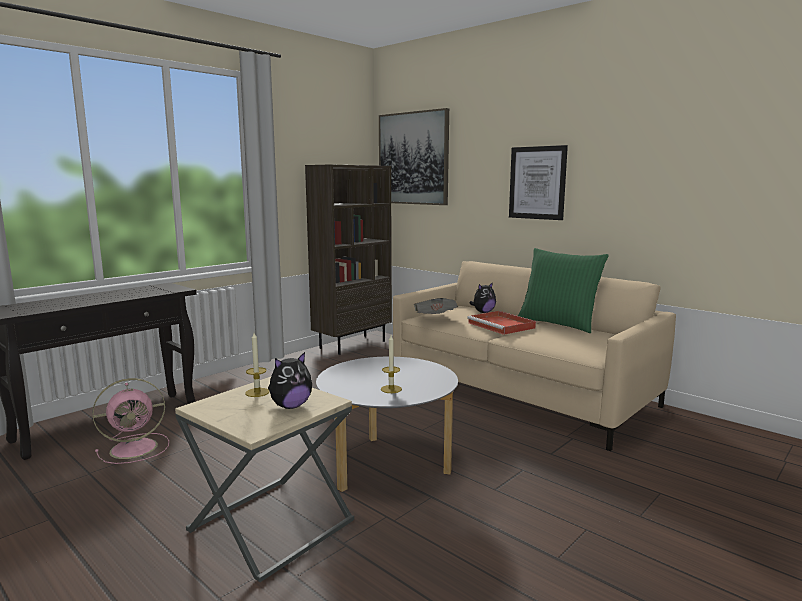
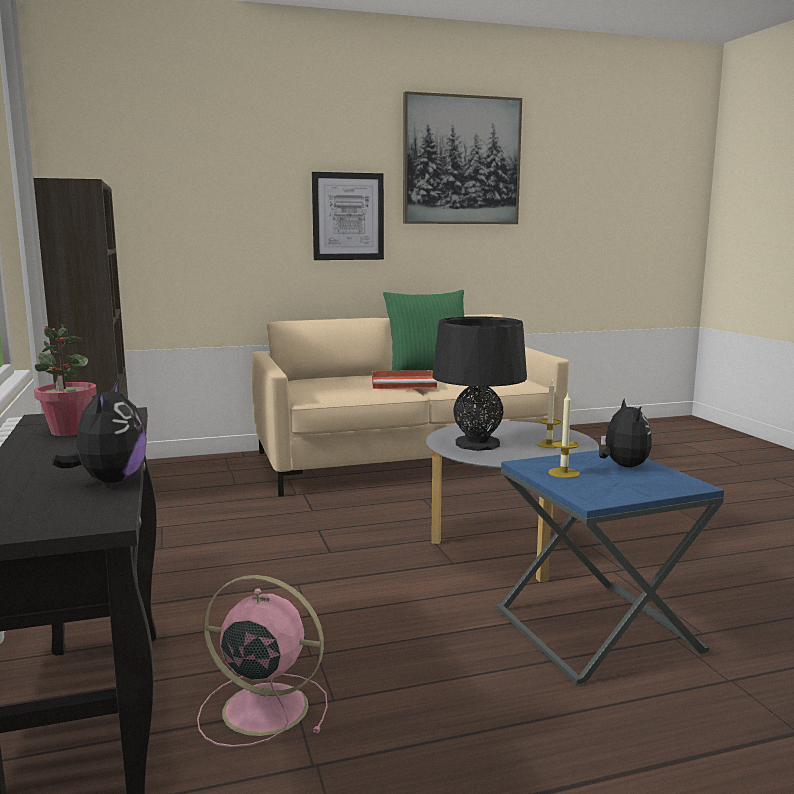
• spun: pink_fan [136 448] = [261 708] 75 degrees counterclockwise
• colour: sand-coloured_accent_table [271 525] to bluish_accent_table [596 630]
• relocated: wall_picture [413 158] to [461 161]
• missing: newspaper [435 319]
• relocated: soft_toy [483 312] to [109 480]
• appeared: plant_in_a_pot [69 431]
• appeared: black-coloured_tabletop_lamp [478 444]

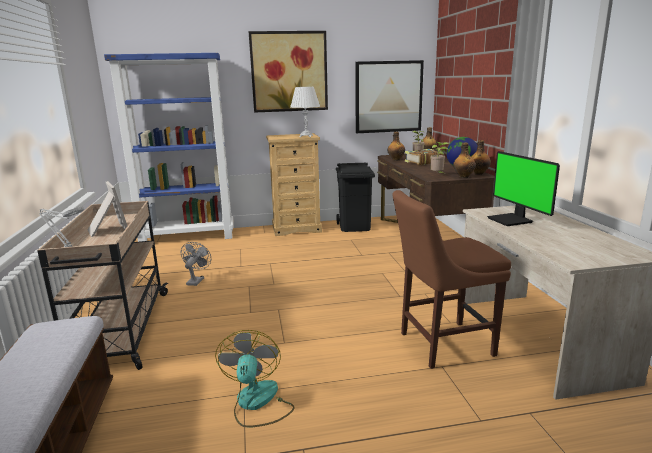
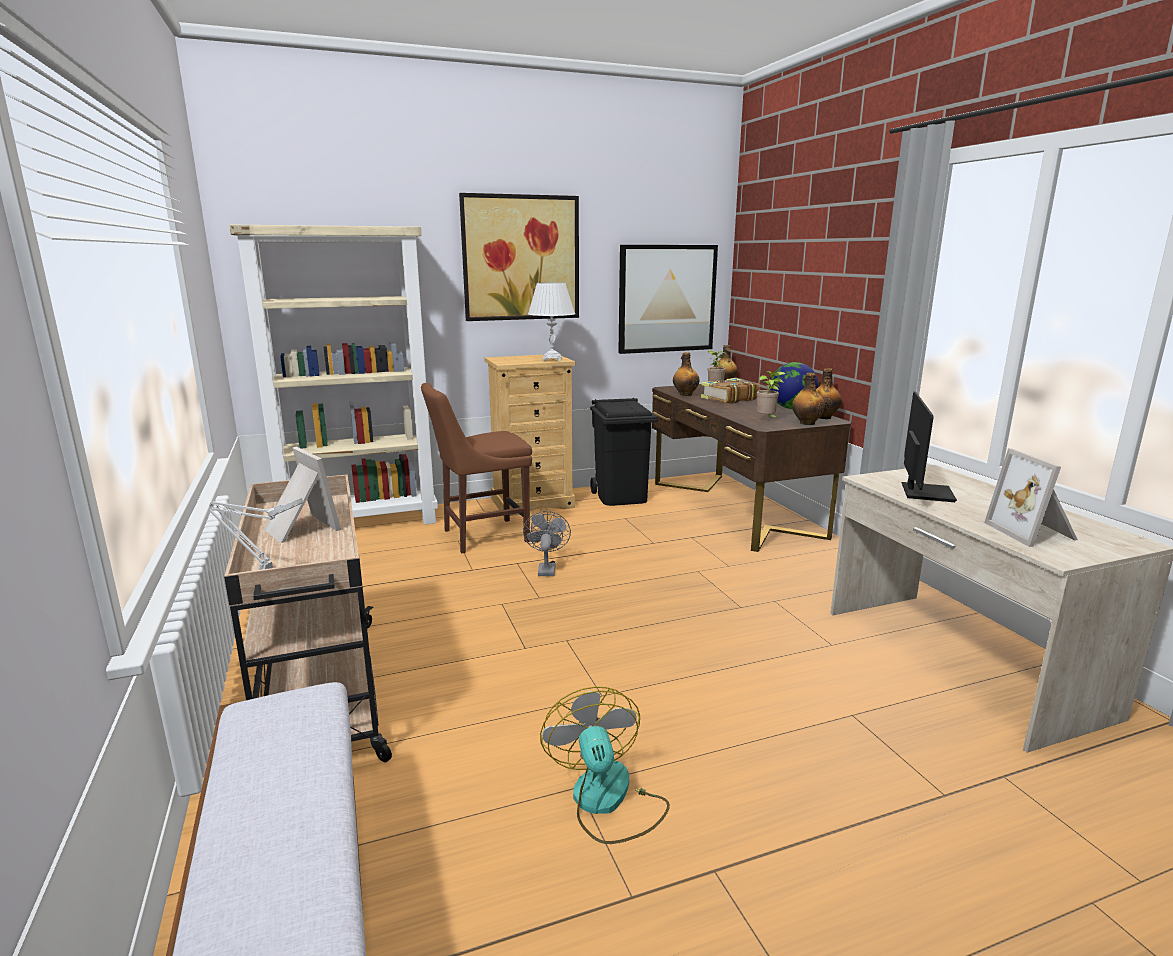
• colour: bluish_shelving_unit [188 237] to sand-coloured_shelving_unit [361 523]
• relocated: greyish_fan [196 280] to [546 568]
• relocated: brownish_plain_chair [441 344] to [481 536]
• spun: computer_display [511 220] = [924 492] 135 degrees counterclockwise
• appeared: picture_frame [1033 532]

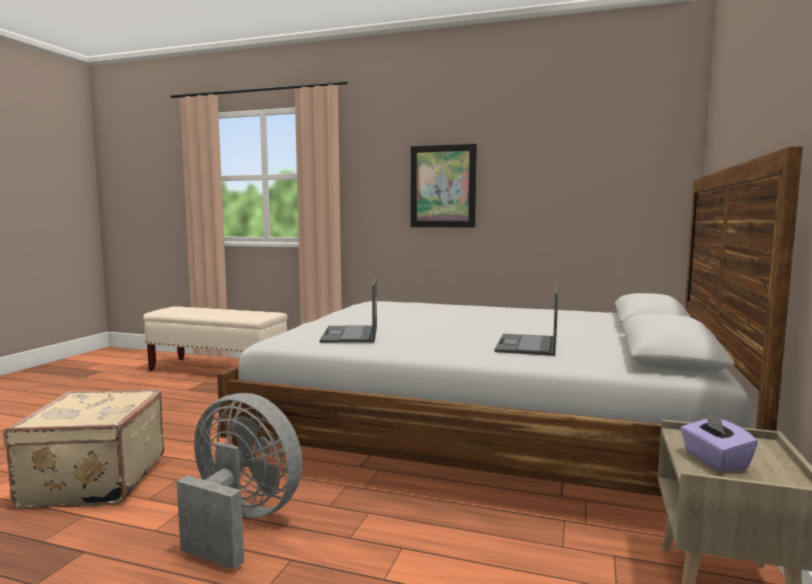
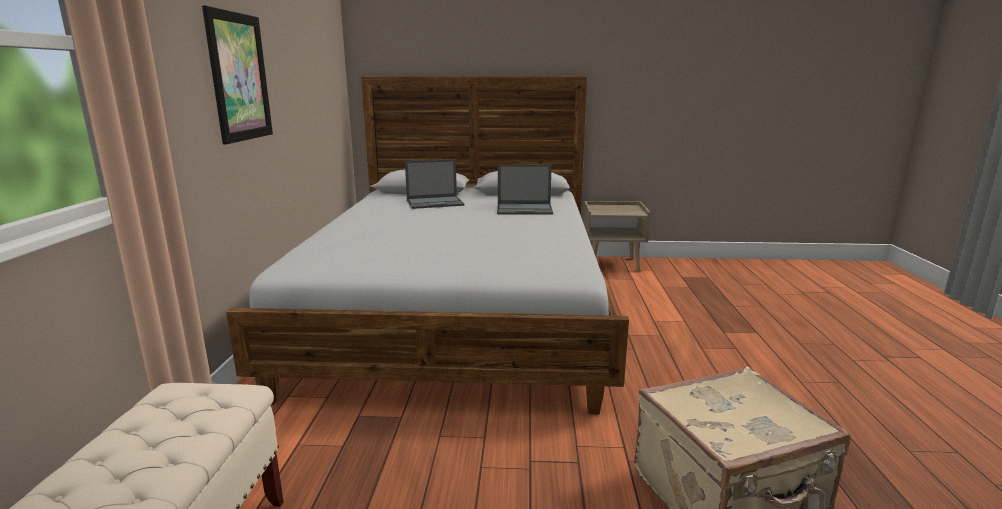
• missing: greyish_fan [241 522]
• relocated: notebook_computer [350 335] to [435 203]
• missing: purplish_tissue_box [714 460]

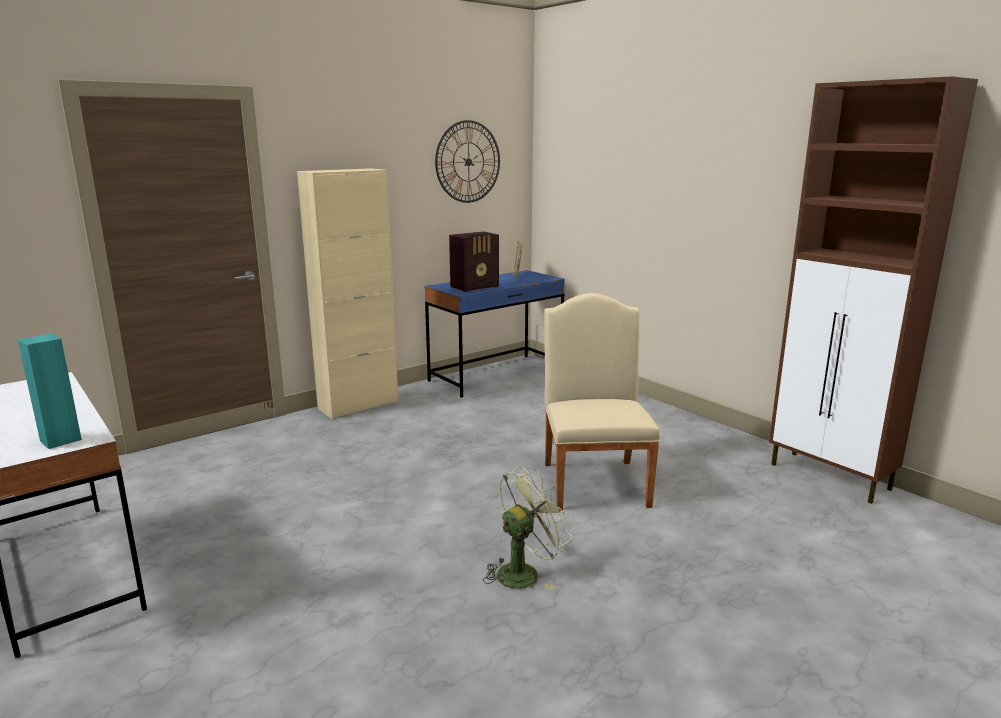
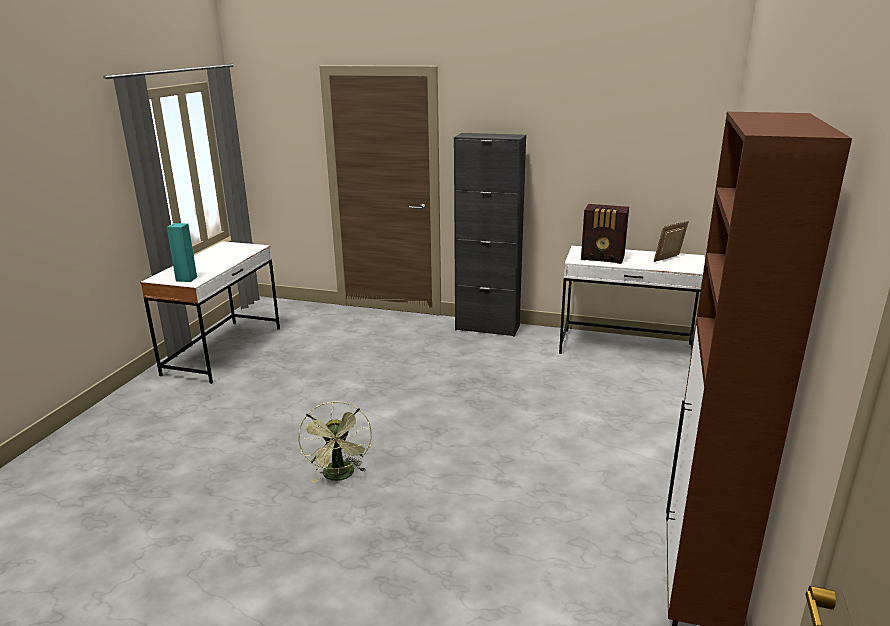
• colour: sand-coloured_cabinet [358 405] to black-coloured_cabinet [487 328]
• colour: bluish_desk_unit [496 375] to white_desk_unit [626 348]
• missing: wall_clock [468 162]
• spun: green-coloured_fan [524 572] = [340 476] 60 degrees clockwise
• missing: sand-coloured_plain_chair [594 480]

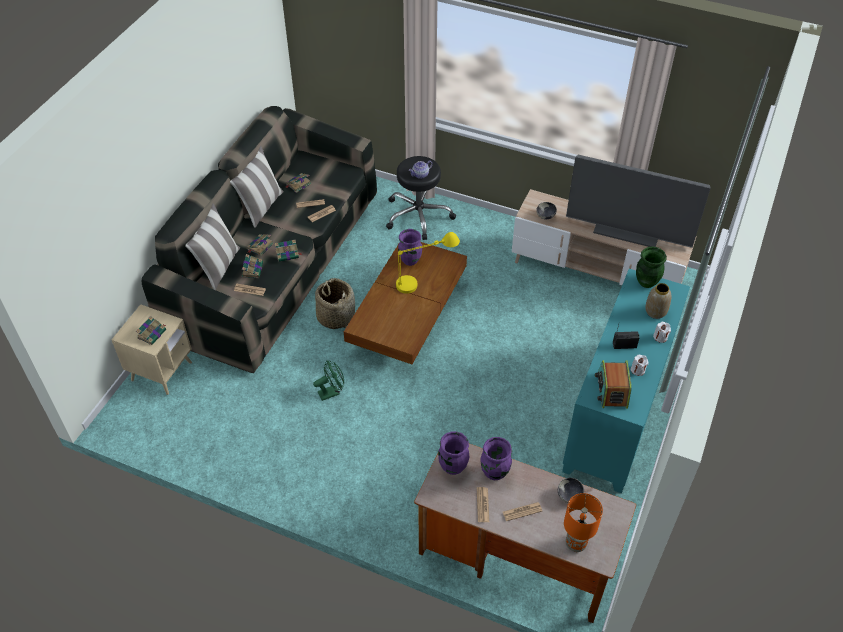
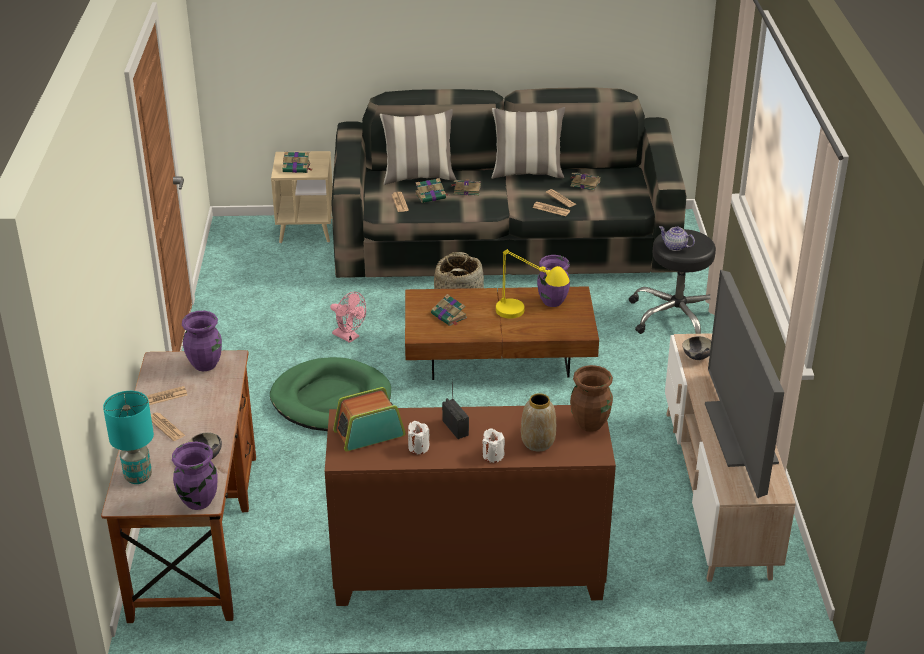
• relocated: book [288 254] to [449 316]
• colour: green-coloured_fan [332 392] to pink_fan [349 337]
• relocated: purplish_flower_vase [495 473] to [198 502]
• colour: turquoise-coloured_cabinet [617 414] to brownish_cabinet [468 572]
• colour: orange-coloured_tabletop_lamp [576 543] to turquoise-coloured_tabletop_lamp [138 477]
• colour: green-coloured_flower_vase [646 282] to brownish_flower_vase [590 424]
• appeared: green-coloured_dog_bed [331 399]

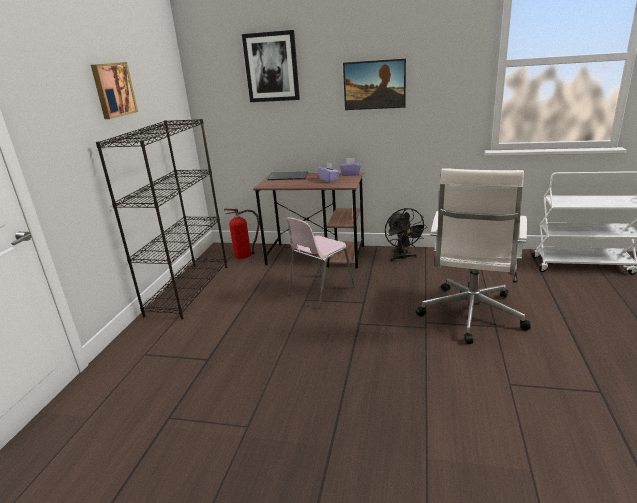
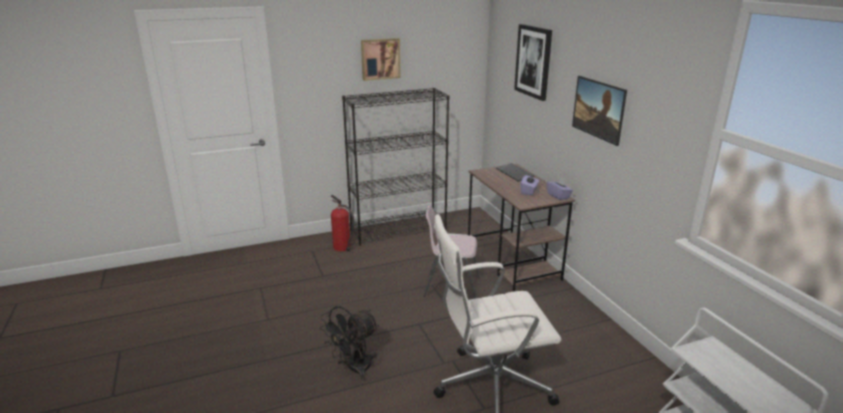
• relocated: extinguisher [244 254] to [343 247]
• relocated: black-coloured_fan [402 258] to [353 369]

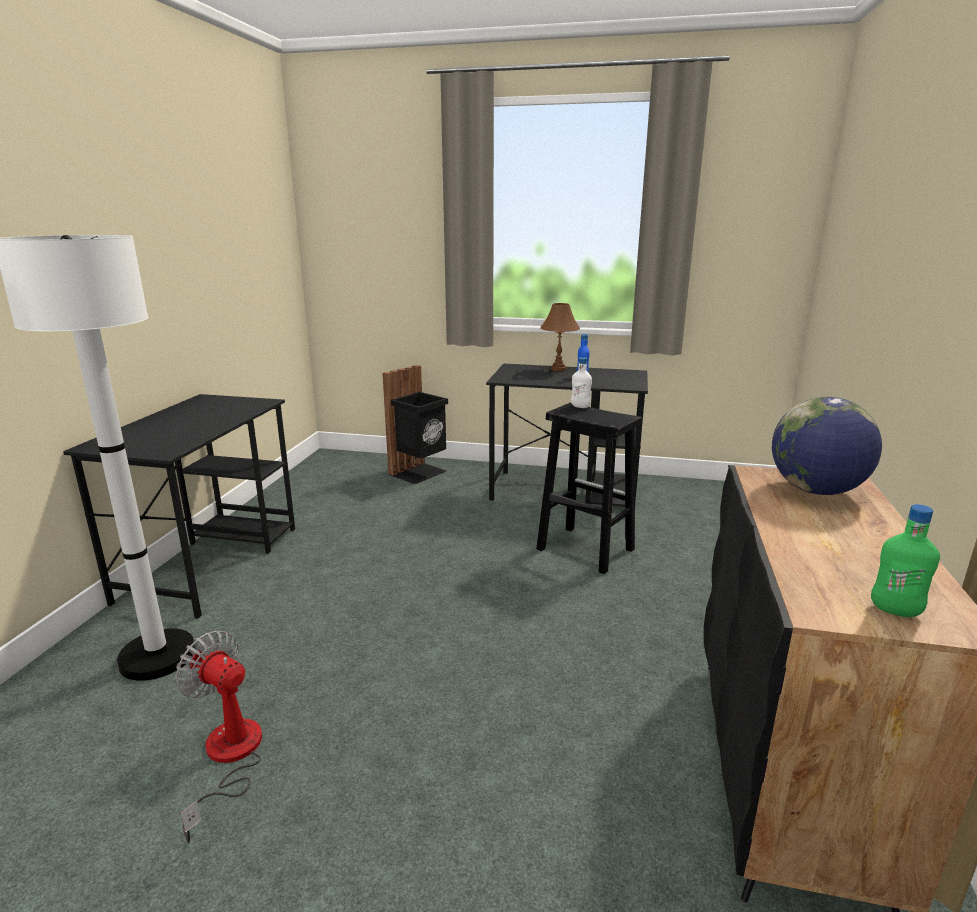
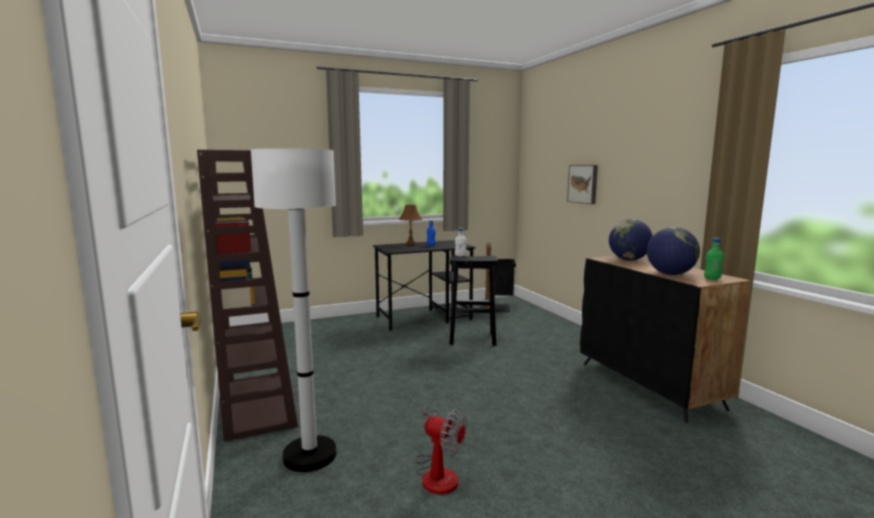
• exchanged: black-coloured_desk_unit [212 562] to brownish_shelving_unit [257 404]
• spun: fan [228 758] = [437 473] 150 degrees counterclockwise
• relocated: black-coloured_waste_bin [420 473] to [499 308]
• appeared: wall_picture [583 184]
• appeared: world_globe [670 274]

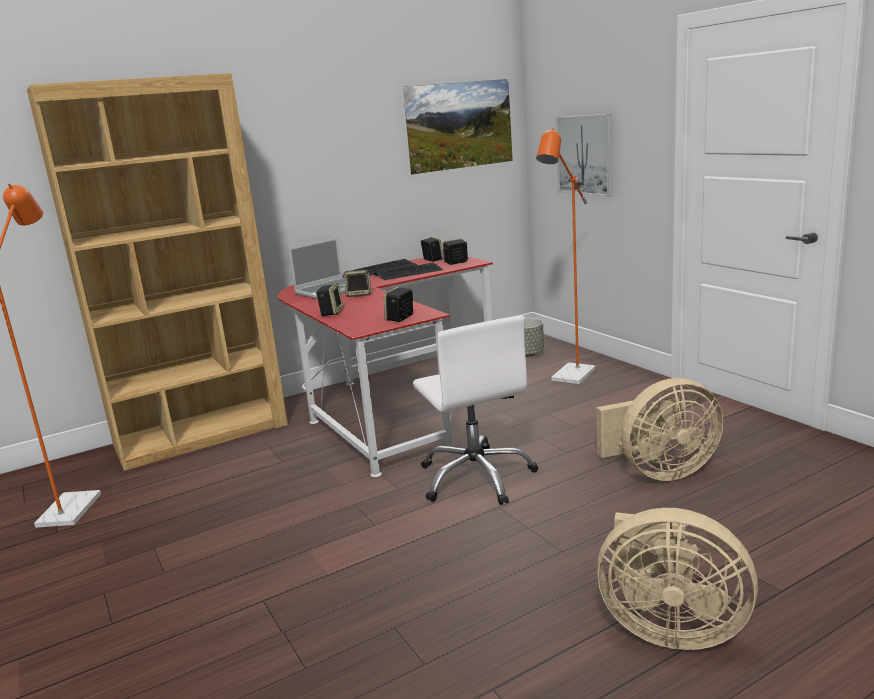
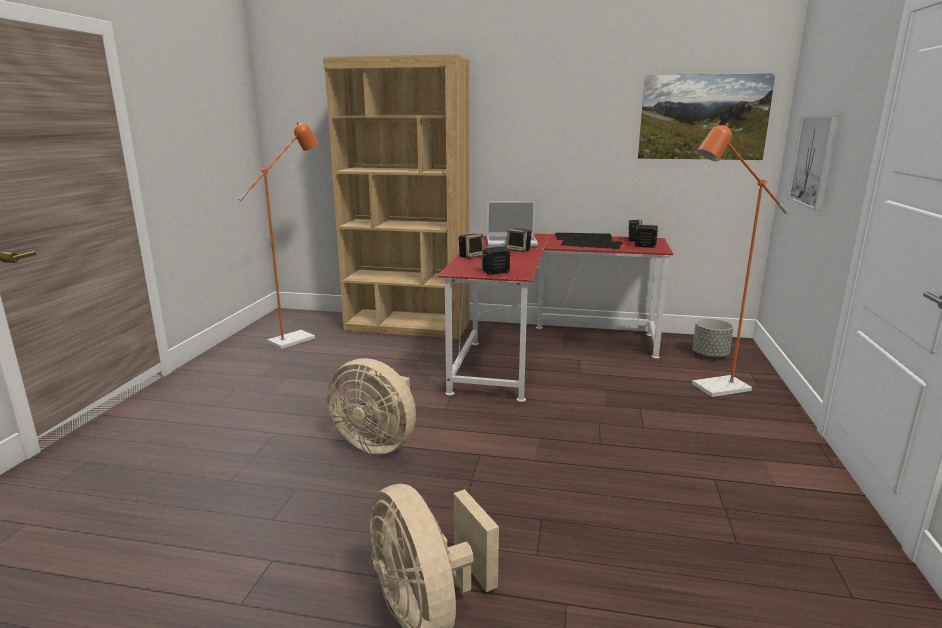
• missing: white_desk_chair [476 477]
• relocated: sand-coloured_fan [660 472] to [377 443]

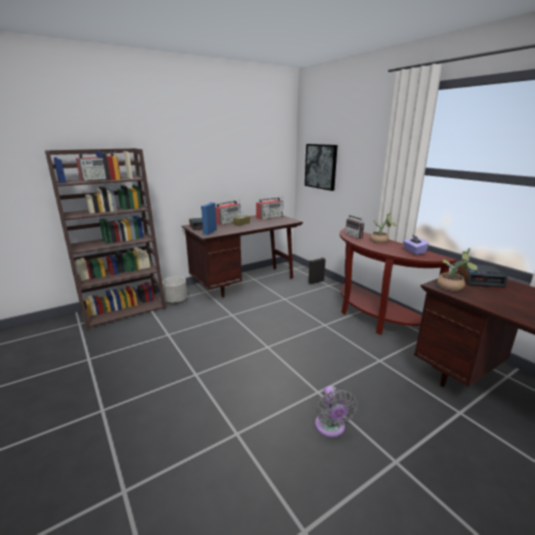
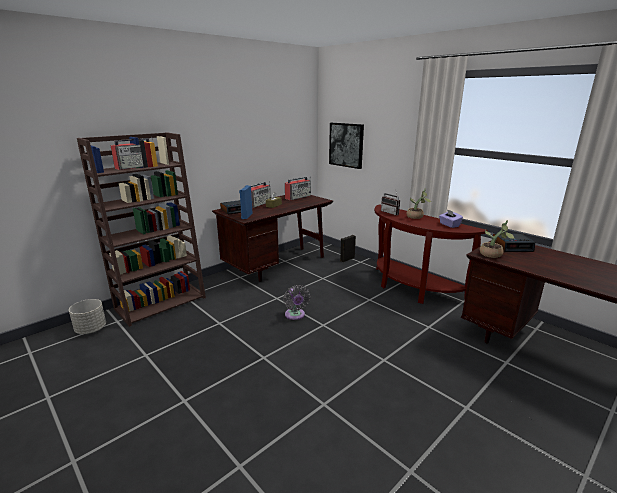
• relocated: greyish_plant_pot [176 300] to [91 329]
• relocated: greyish_fan [330 428] to [295 315]

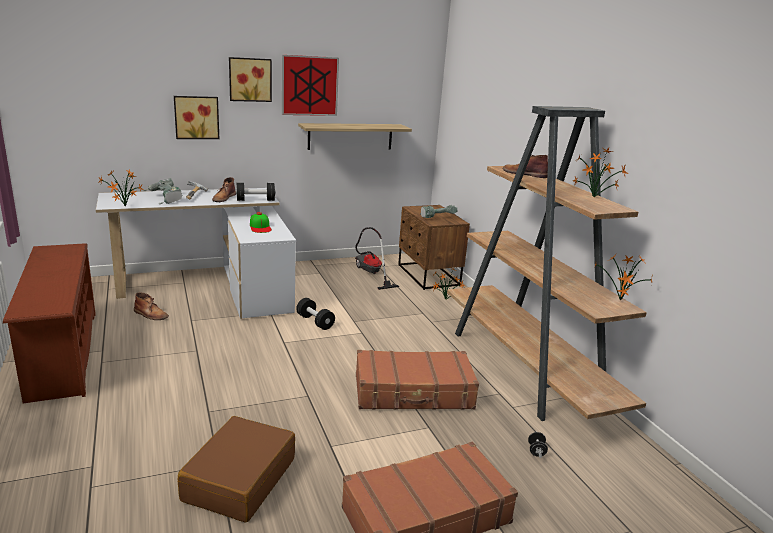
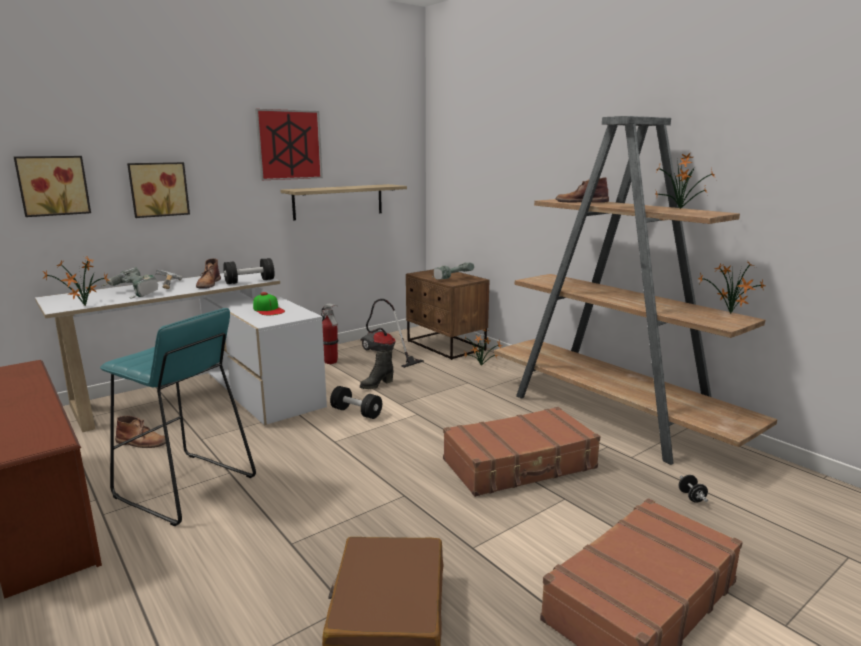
• relocated: wall_picture [250 79] to [53 185]
• appeared: turquoise-coloured_sitting_stool [185 488]
• appeared: extinguisher [331 362]
• appeared: black-coloured_boot [376 385]

